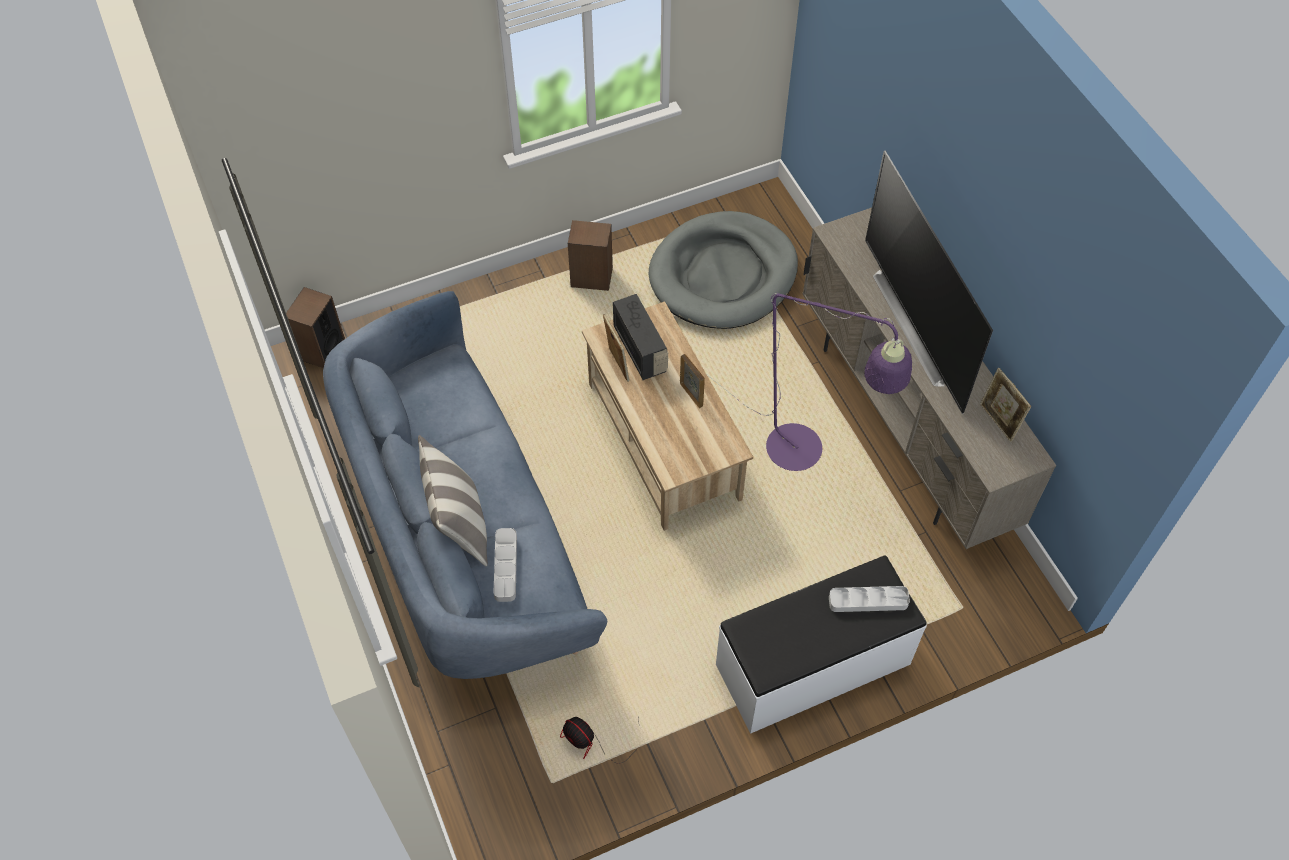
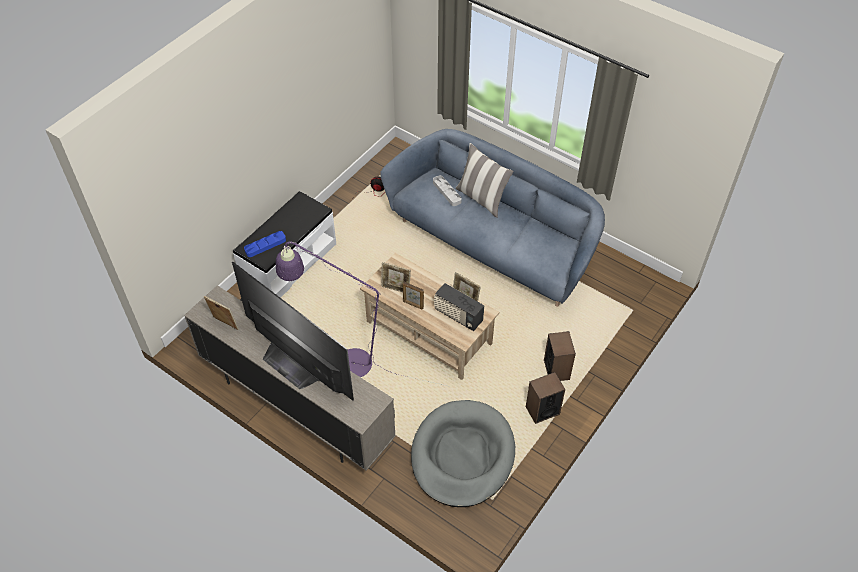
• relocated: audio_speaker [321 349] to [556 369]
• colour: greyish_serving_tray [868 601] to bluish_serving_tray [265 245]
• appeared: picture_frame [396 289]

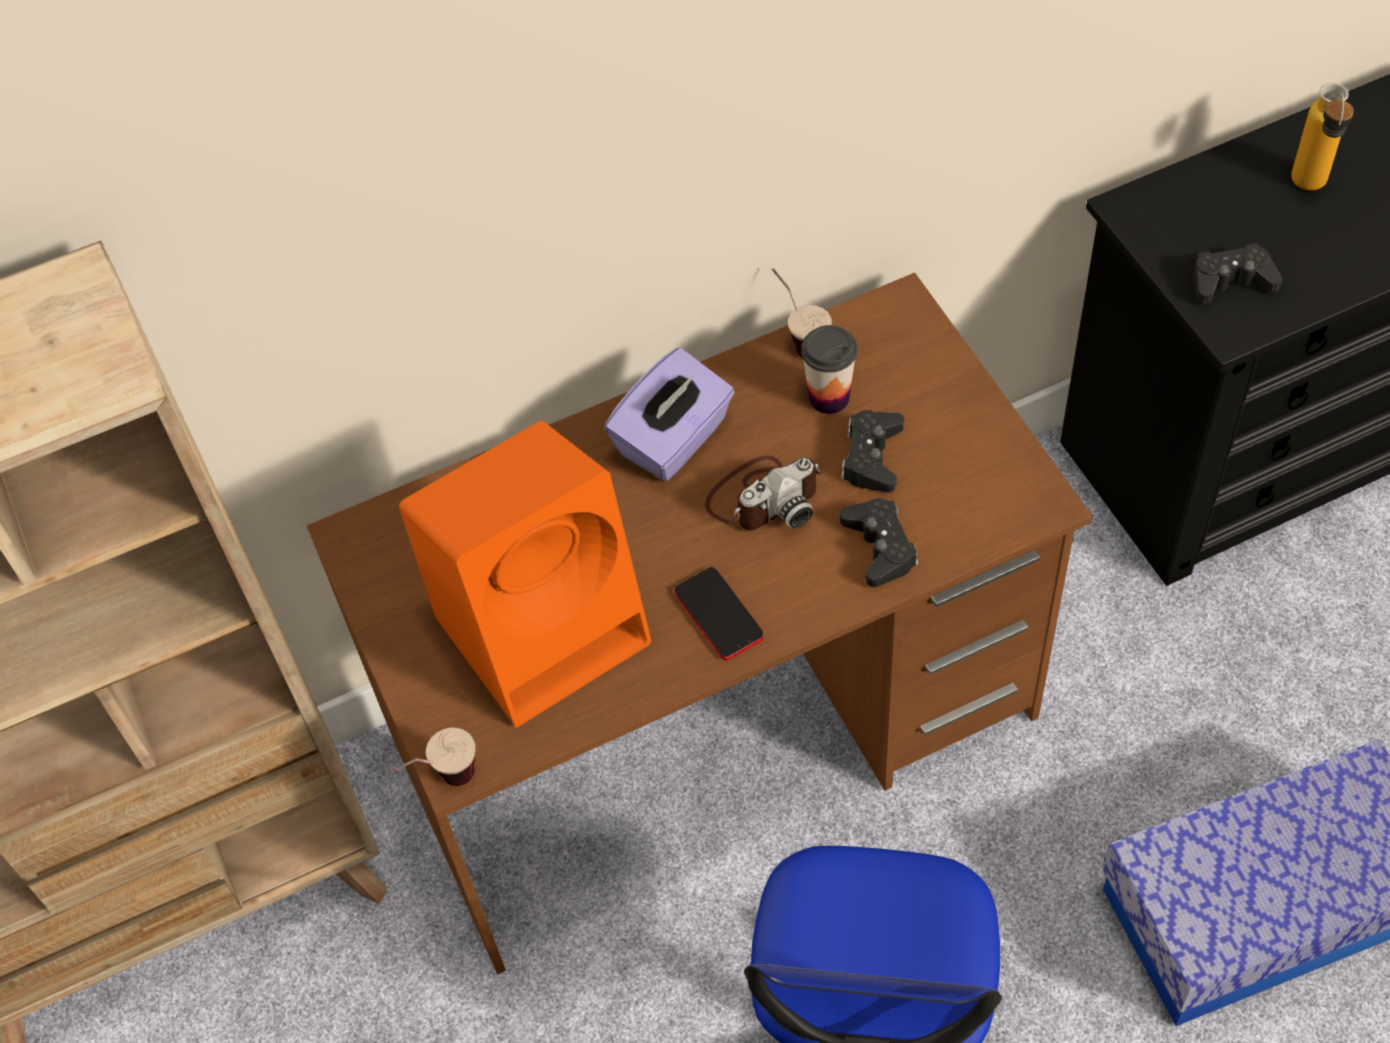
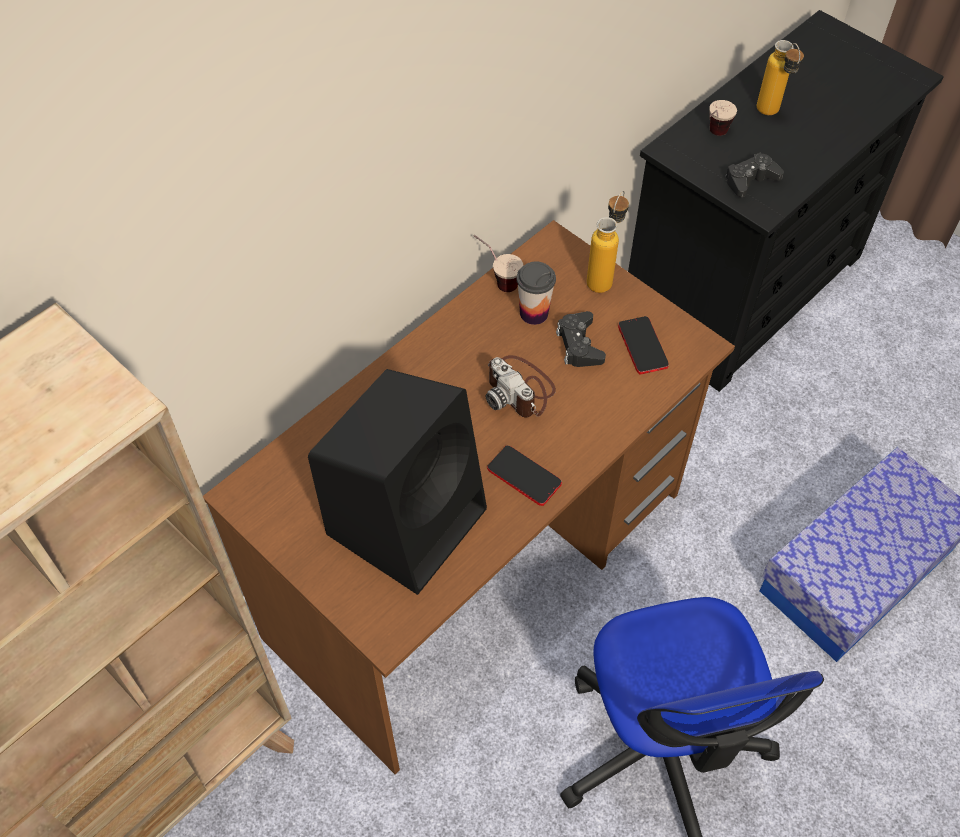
• relocated: drinking_cup [441 783] to [713 136]
• colour: orange-coloured_audio_speaker [546 626] to black-coloured_audio_speaker [408 518]
• missing: purplish_tissue_box [674 439]
• spun: still_camera [764 497] = [520 389] 105 degrees clockwise
• missing: black-coloured_joypad [880 547]
• appeared: beverage_bottle [604 277]
• appeared: handset [642 346]

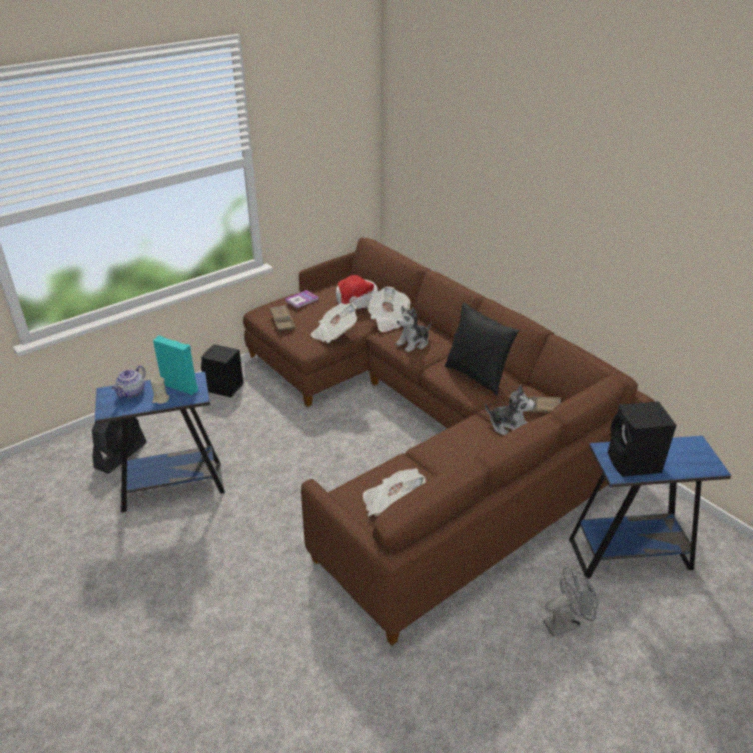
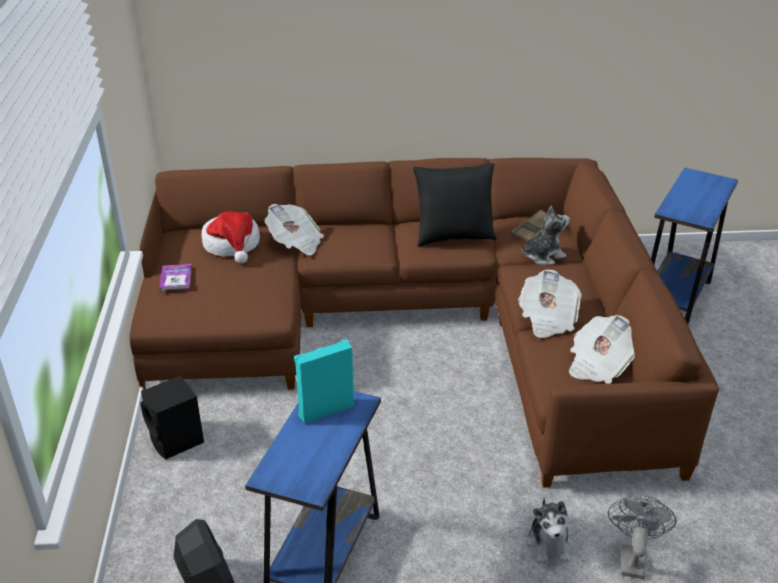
• missing: pot_for_tea [132 393]
• missing: sand-coloured_wax_light [160 399]
• missing: brownish_serving_tray [282 321]
• relocated: newspaper [334 333] to [547 319]
• relocated: soft_toy [413 343] to [549 543]
• relocated: greyish_fan [566 623] to [632 557]
• missing: black-coloured_audio_speaker [634 464]

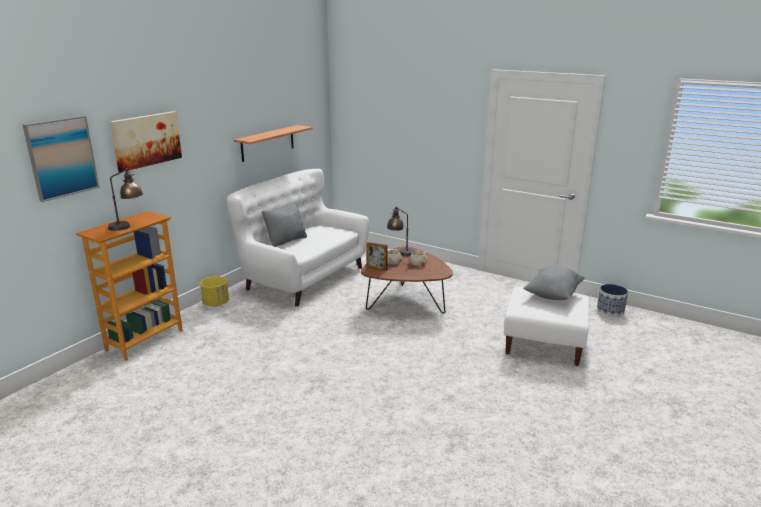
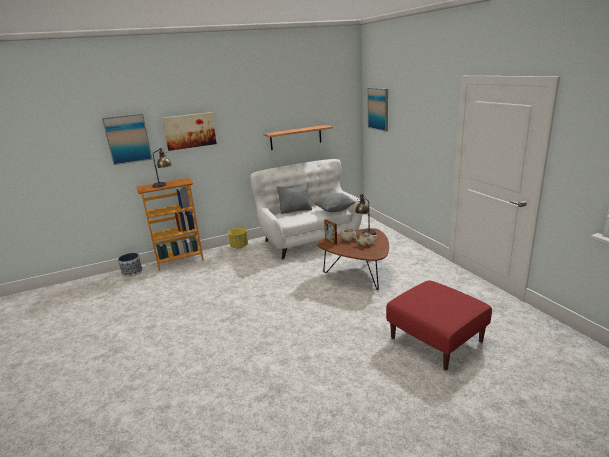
• colour: white_footrest [544 343] to red-coloured_footrest [436 339]
• relocated: greyish_throw_pillow [552 295] to [335 210]
• relocated: plant_pot [610 310] to [132 272]
• appeared: wall_picture [378 109]

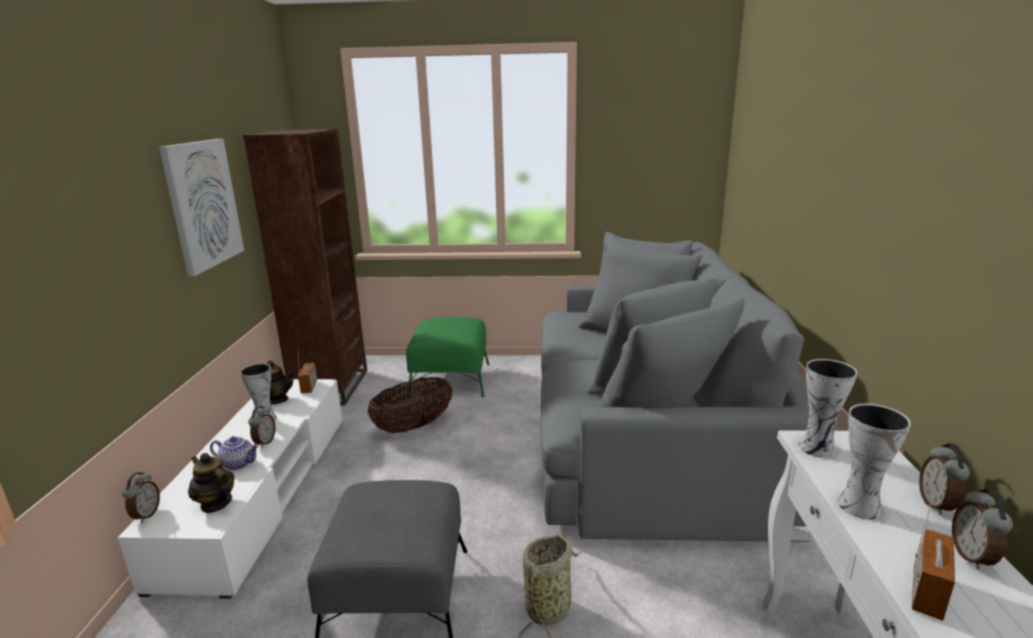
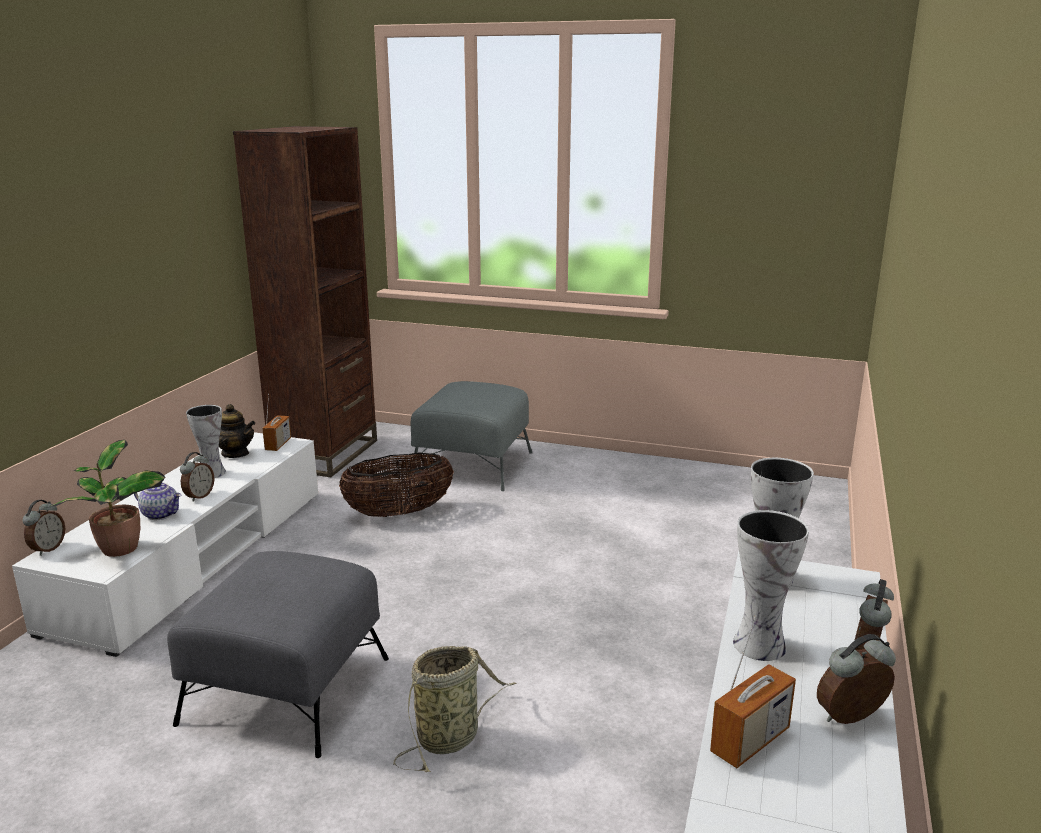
• missing: wall_picture [202 204]
• exchanged: pot_for_tea [216 503] to plant_in_a_pot [118 550]
• colour: green-coloured_footrest [449 380] to greyish_footrest [471 465]
• missing: greyish_settee [647 437]
• spun: table_clock [973 556] = [852 720] 45 degrees clockwise

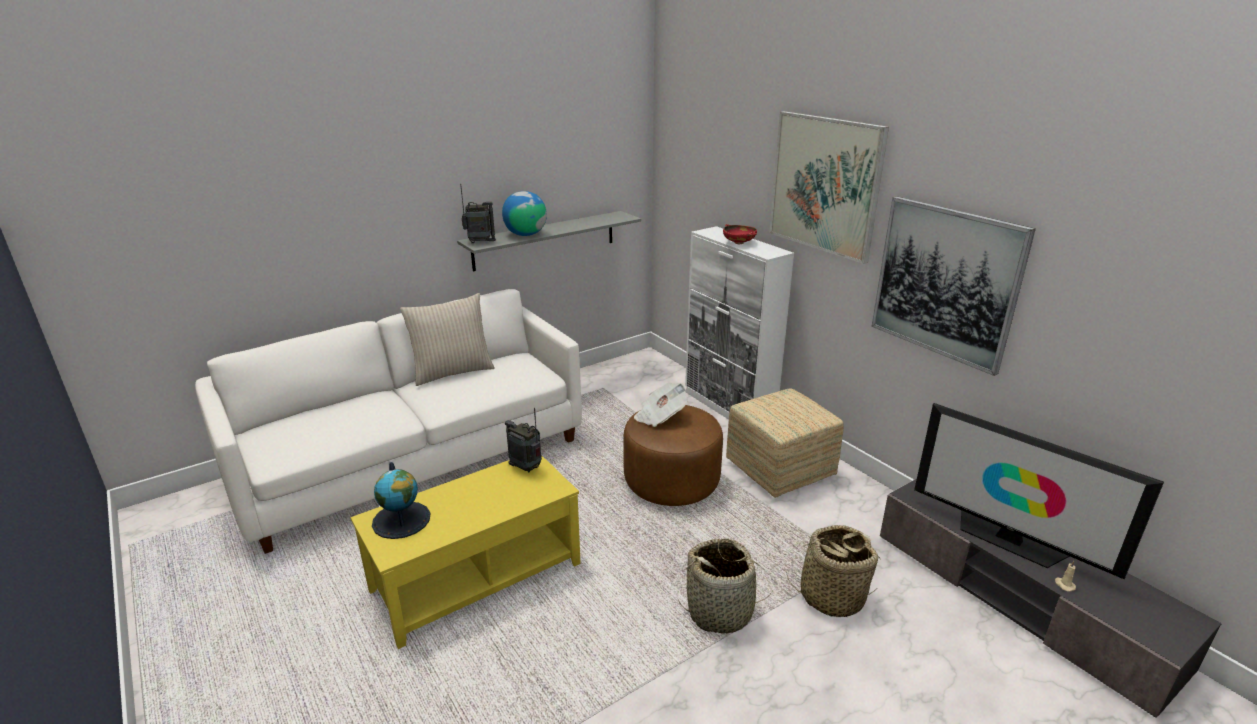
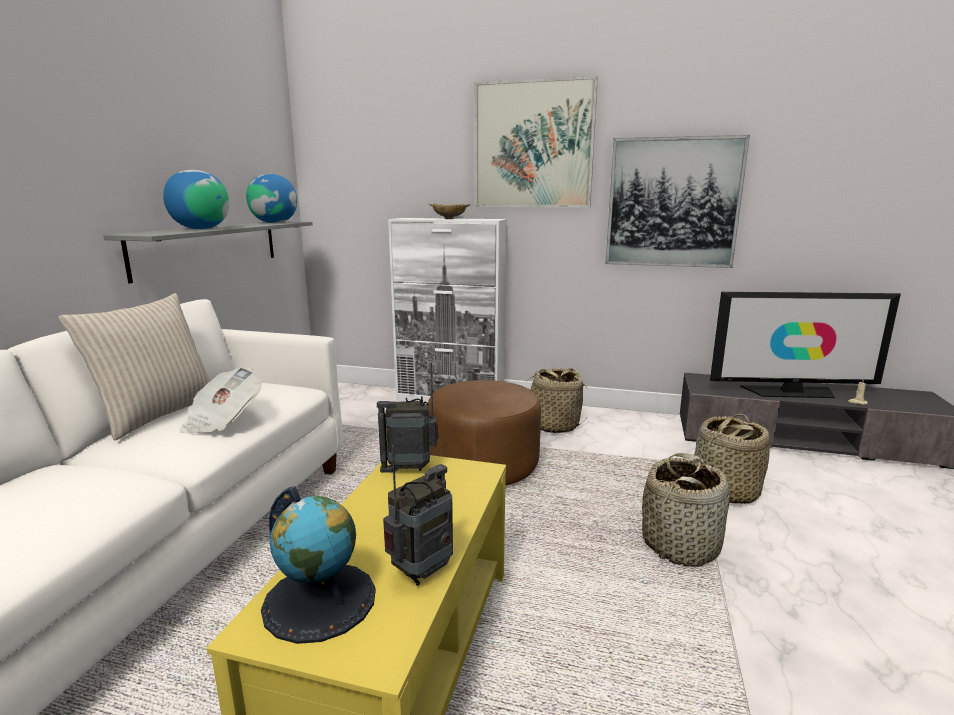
• relocated: radio_receiver [479 242] to [422 572]
• relocated: newspaper [660 416] to [222 420]
• colour: red-coloured_serving_bowl [739 243] to sand-coloured_serving_bowl [449 219]
• exchanged: footrest [780 469] to basket [553 425]
• appeared: world_globe [274 223]

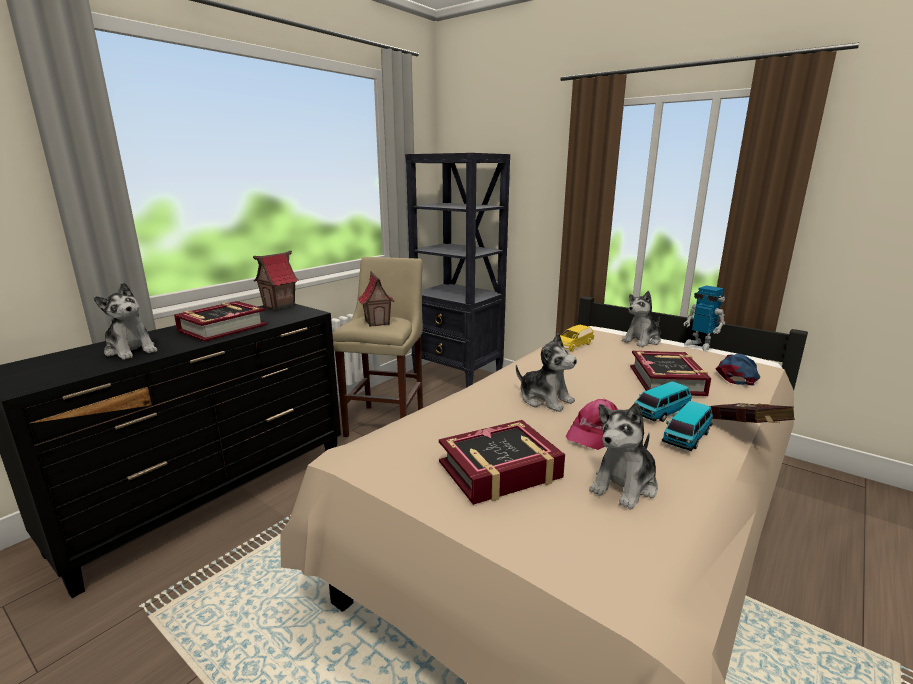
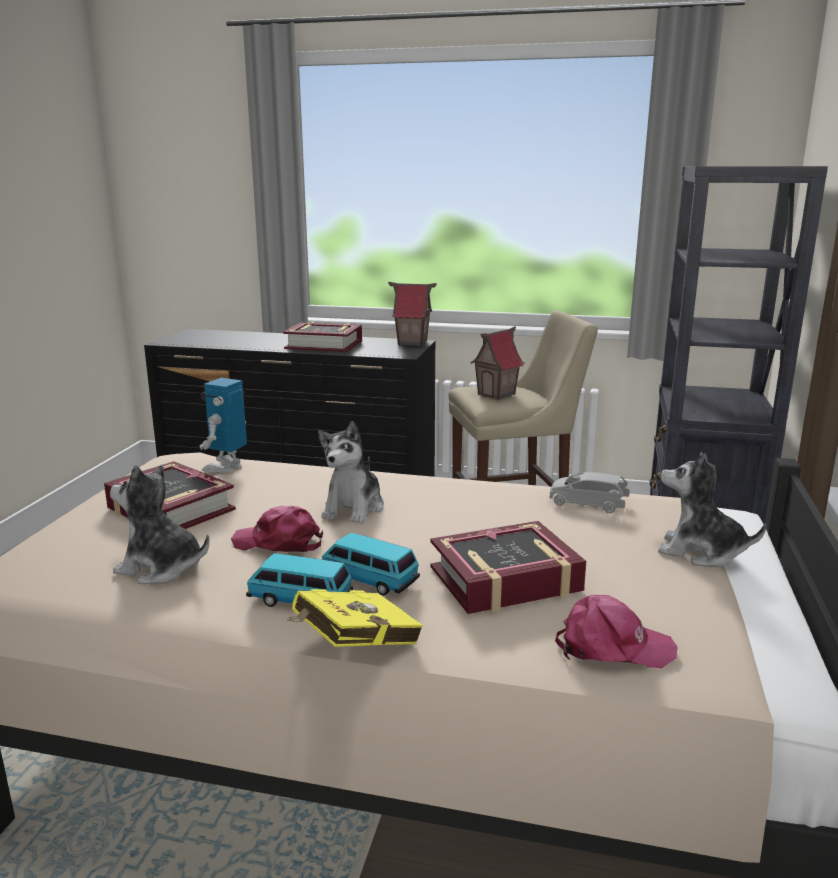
• missing: soft_toy [131 350]
• colour: yellow-coloured_model_car [573 346] to greyish_model_car [587 504]
• relocated: toy_robot [700 345] to [226 468]
• colour: red-coloured_book [745 431] to yellow-coloured_book [353 646]
• colour: bluish_cap [737 376] to pink_cap [612 647]

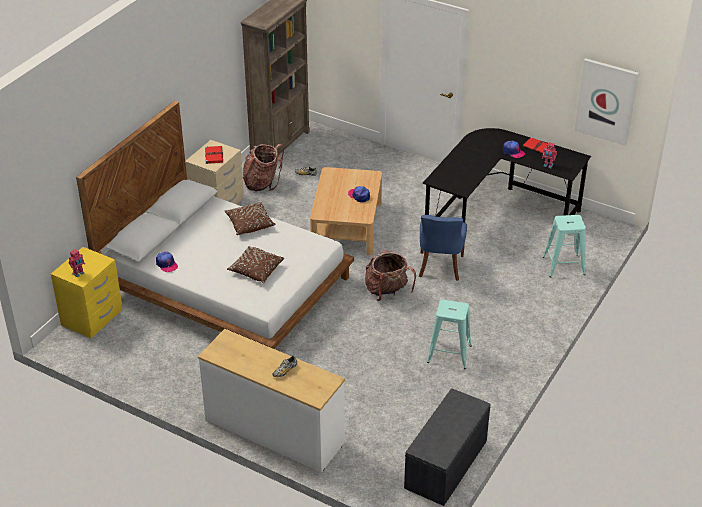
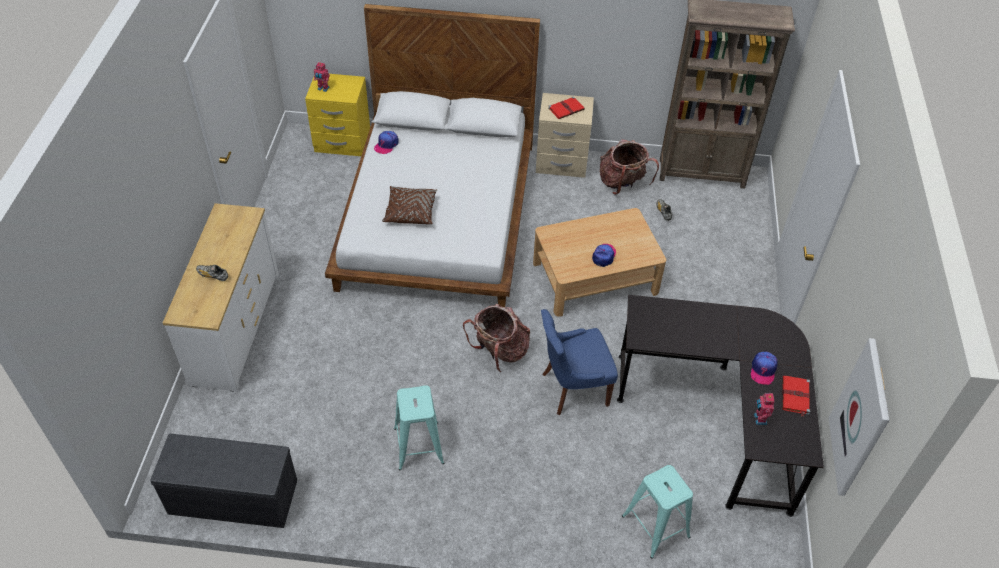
• missing: brownish_throw_pillow [249 224]

